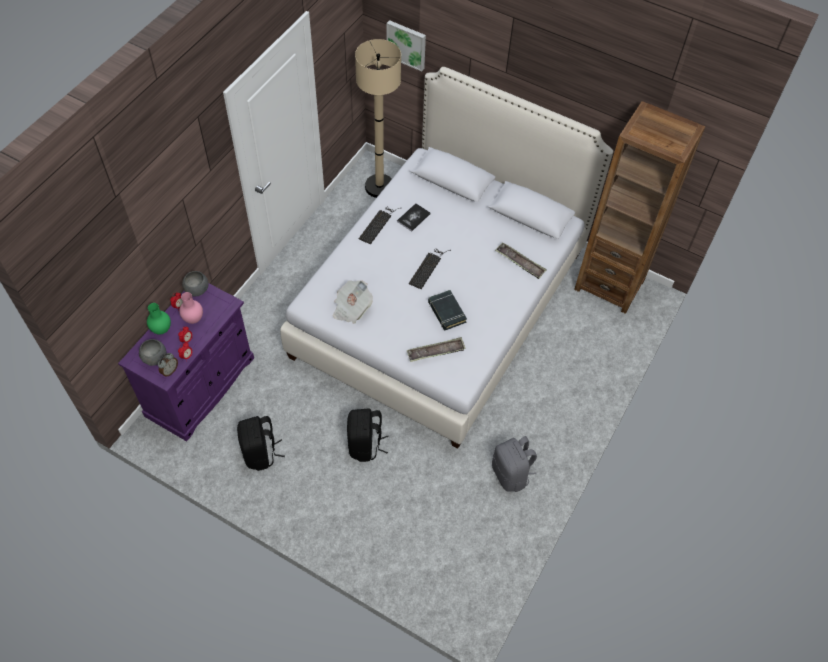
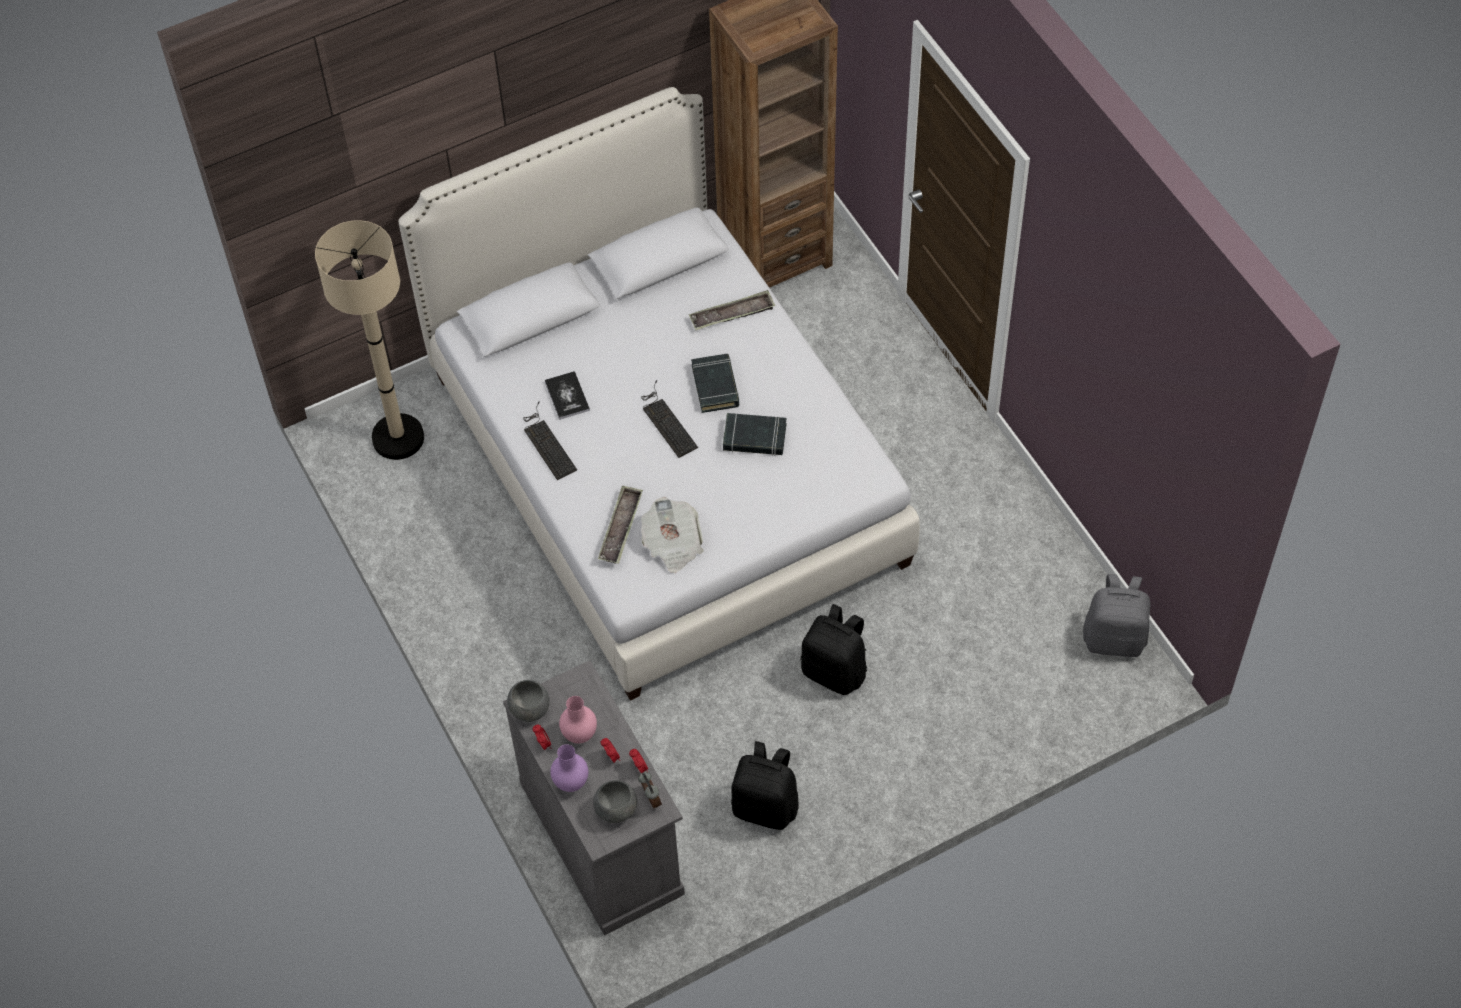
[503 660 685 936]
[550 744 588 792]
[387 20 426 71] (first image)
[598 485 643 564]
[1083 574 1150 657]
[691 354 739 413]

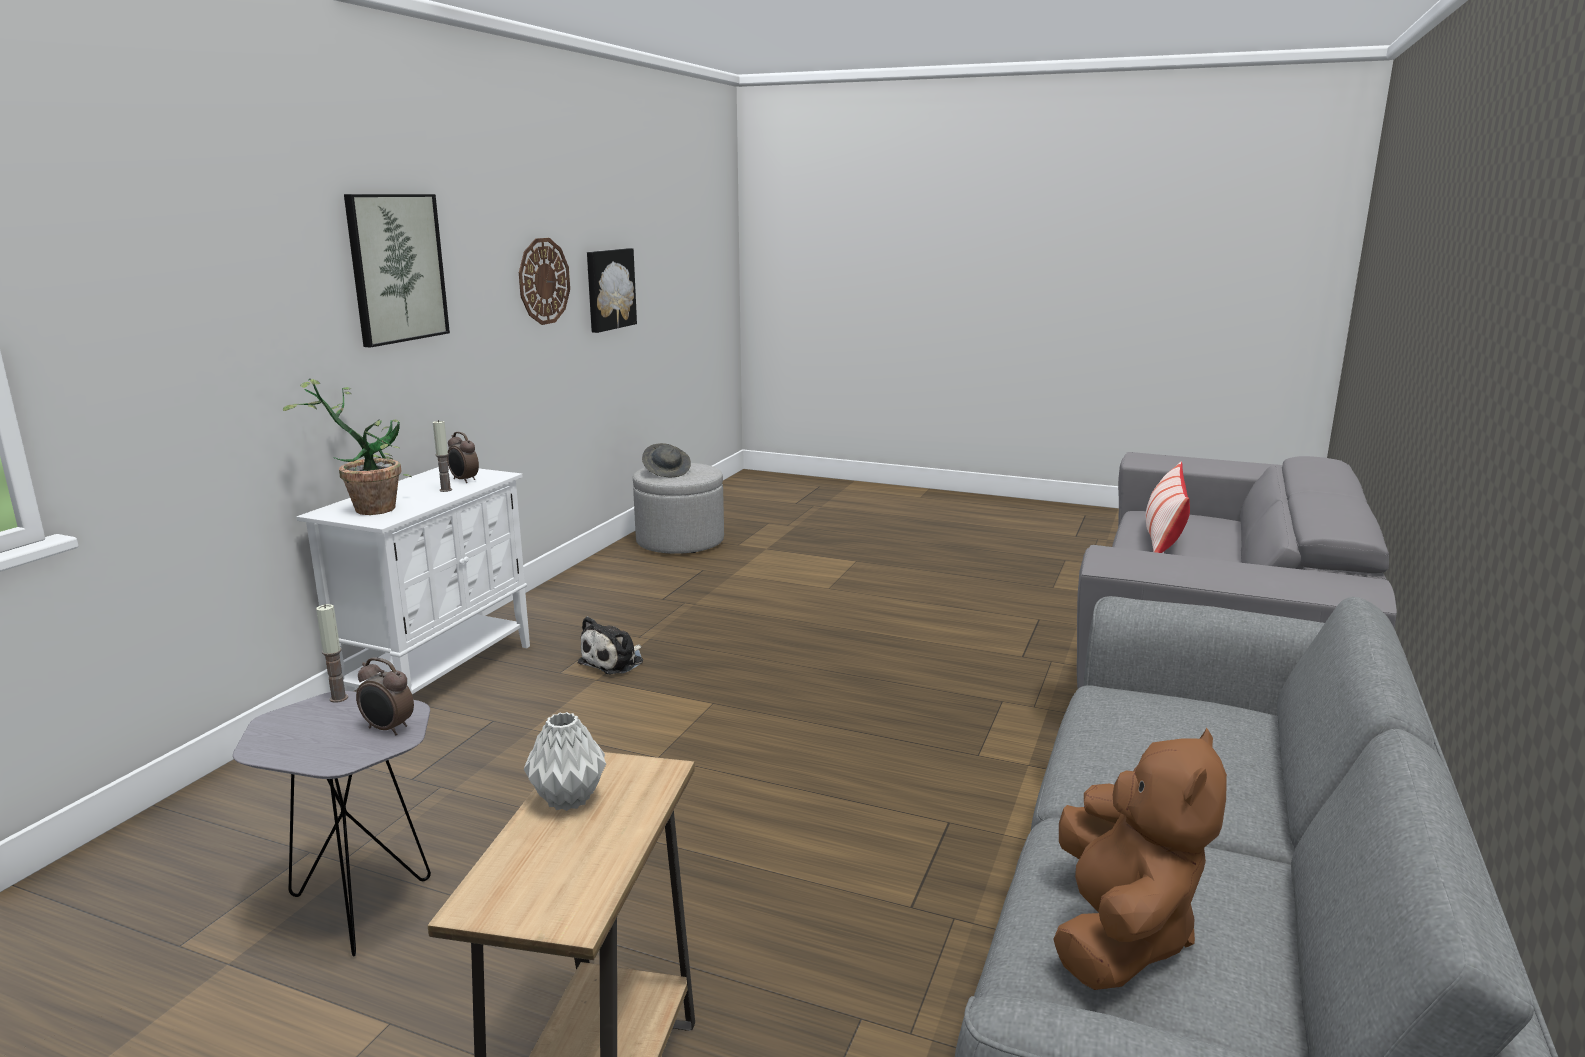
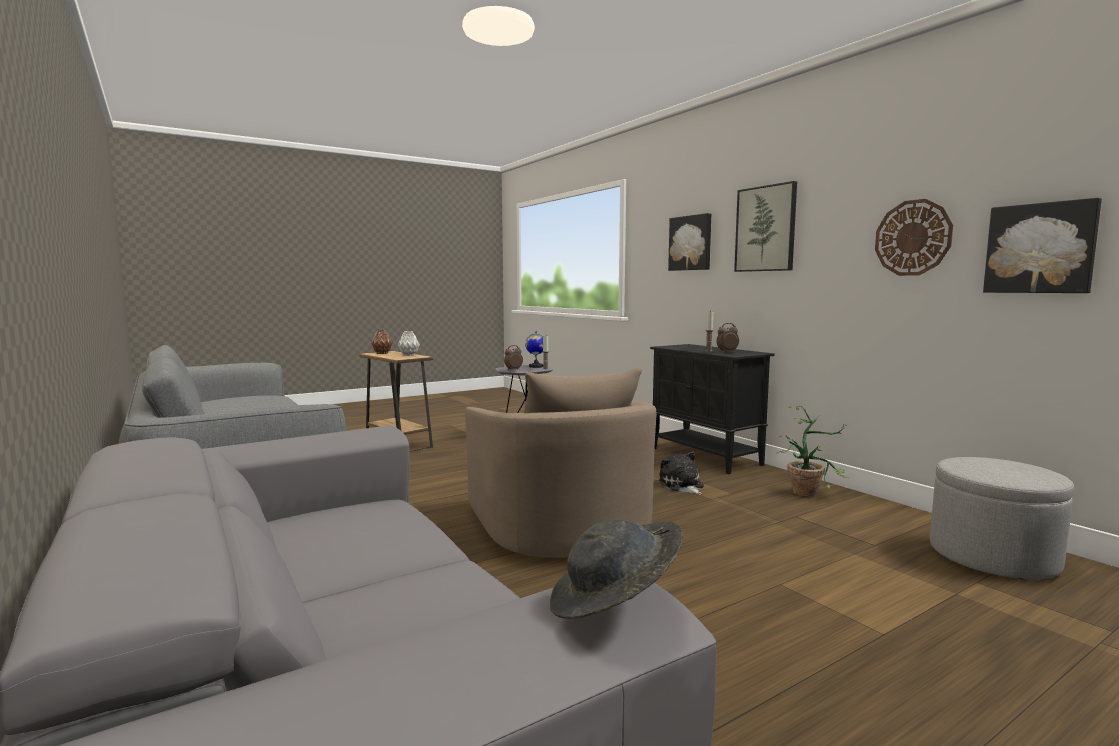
[776 406 851 497]
[650 344 775 474]
[550 520 683 619]
[1053 727 1227 990] (first image)
[1145 462 1190 553] (first image)
[371 330 393 354]
[465 368 657 558]
[525 330 543 368]
[668 213 711 271]

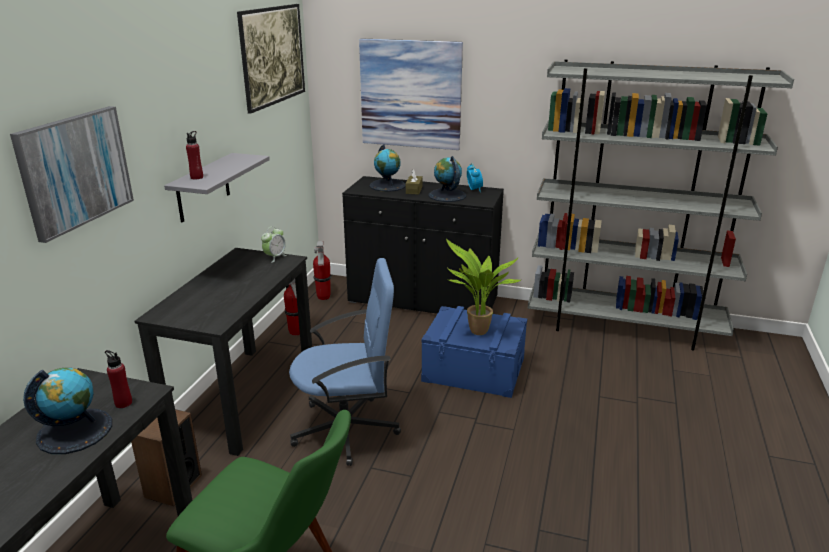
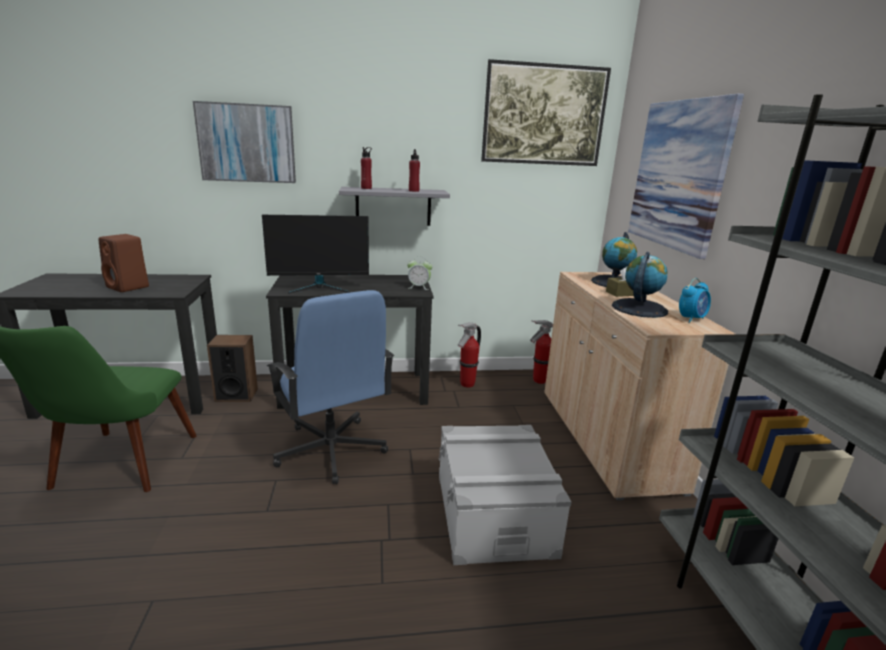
[98 234 149 292]
[409 149 420 192]
[544 272 735 500]
[439 425 571 565]
[446 239 521 335] (first image)
[262 215 369 294]

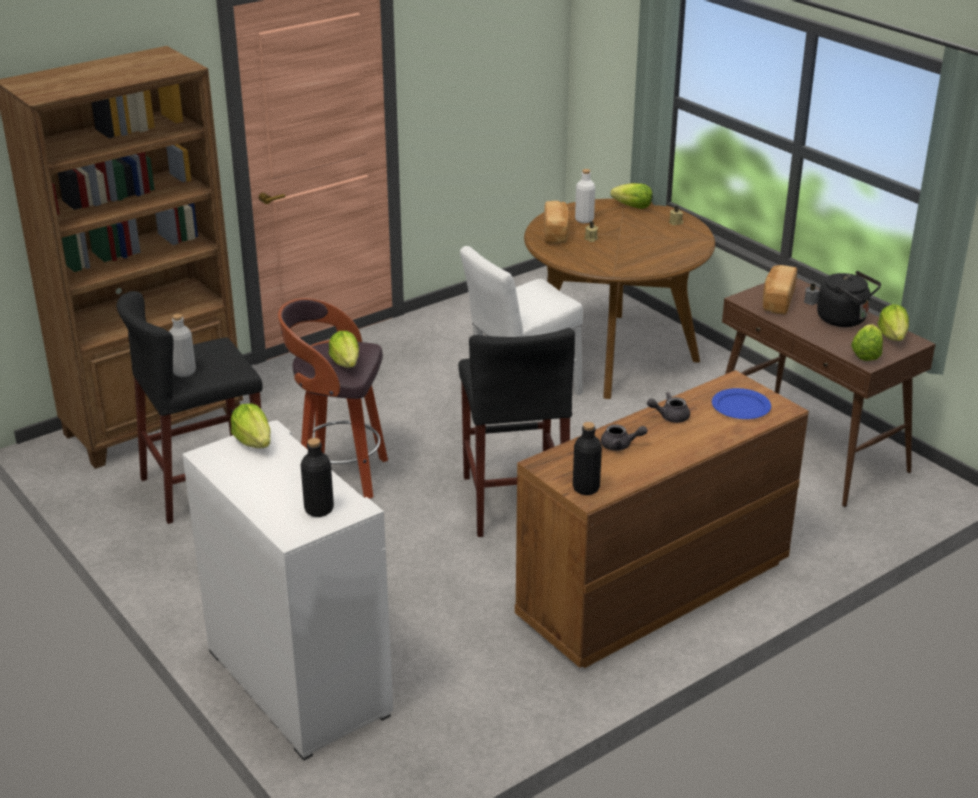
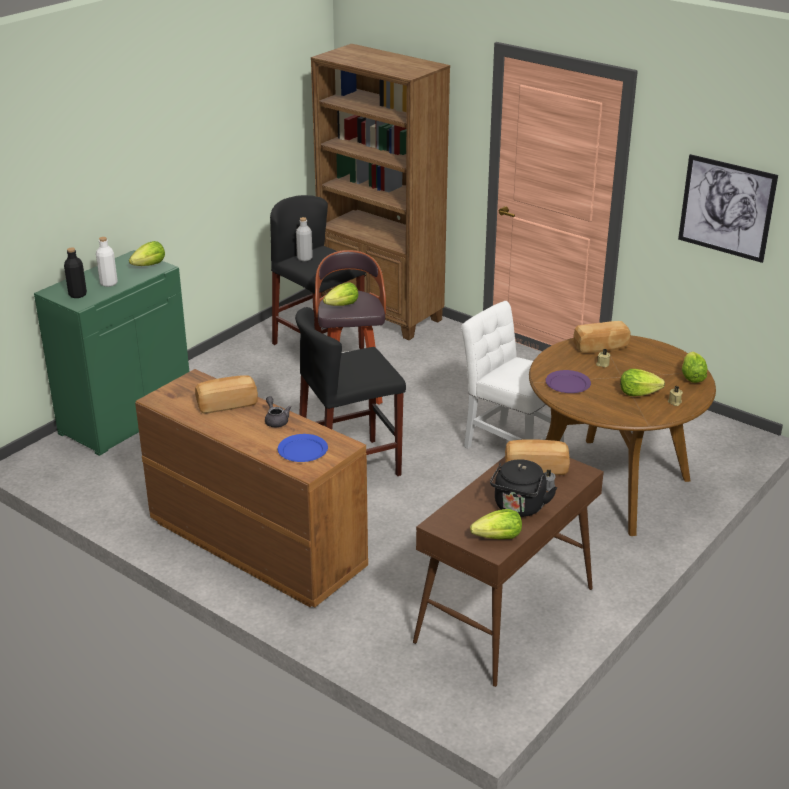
[34 250 189 456]
[573 422 602 495] (first image)
[96 237 118 287]
[195 375 258 414]
[620 369 665 396]
[546 370 591 393]
[678 154 778 263]

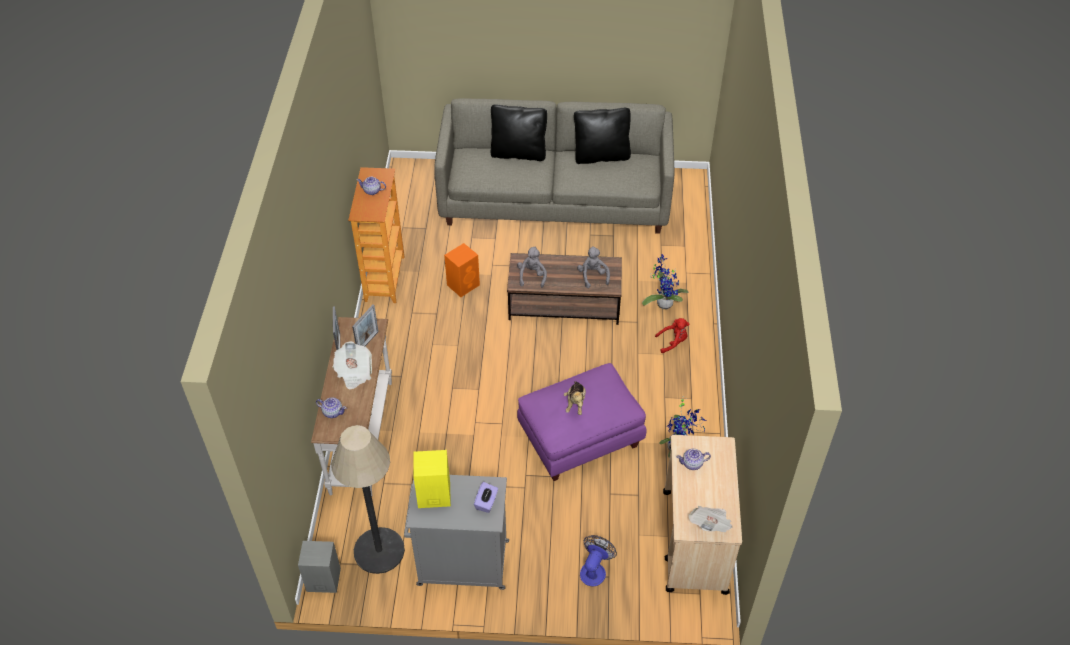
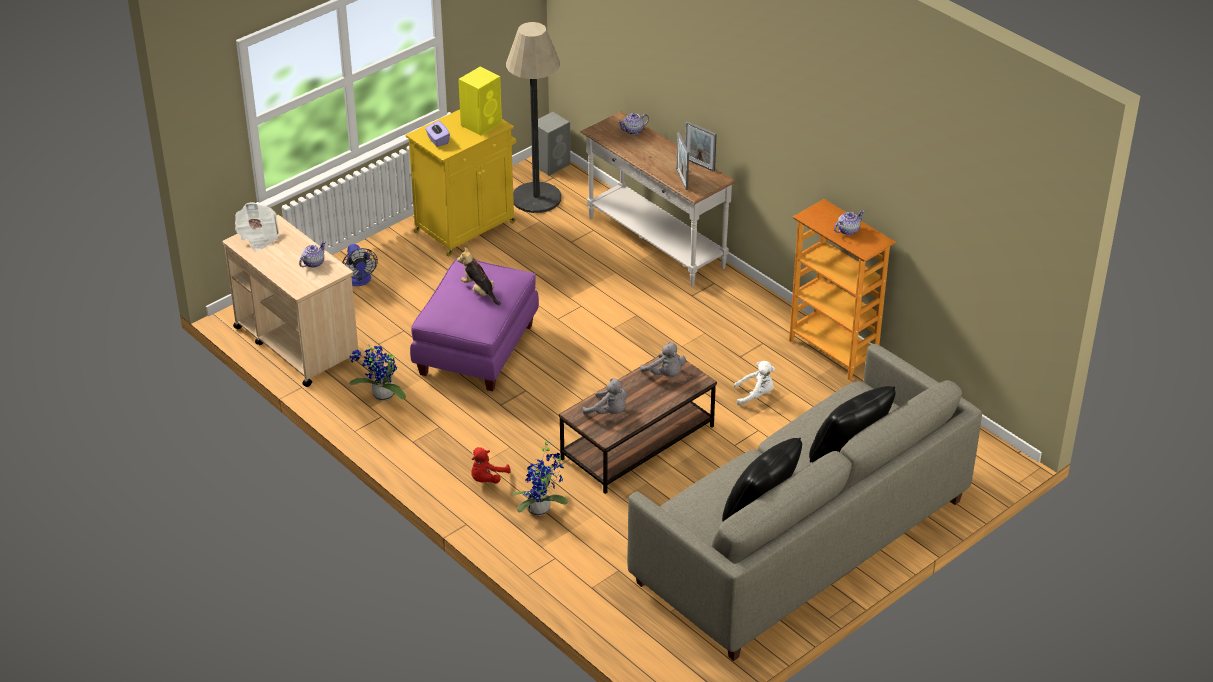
[333 341 372 390] (first image)
[406 109 516 257]
[734 361 775 406]

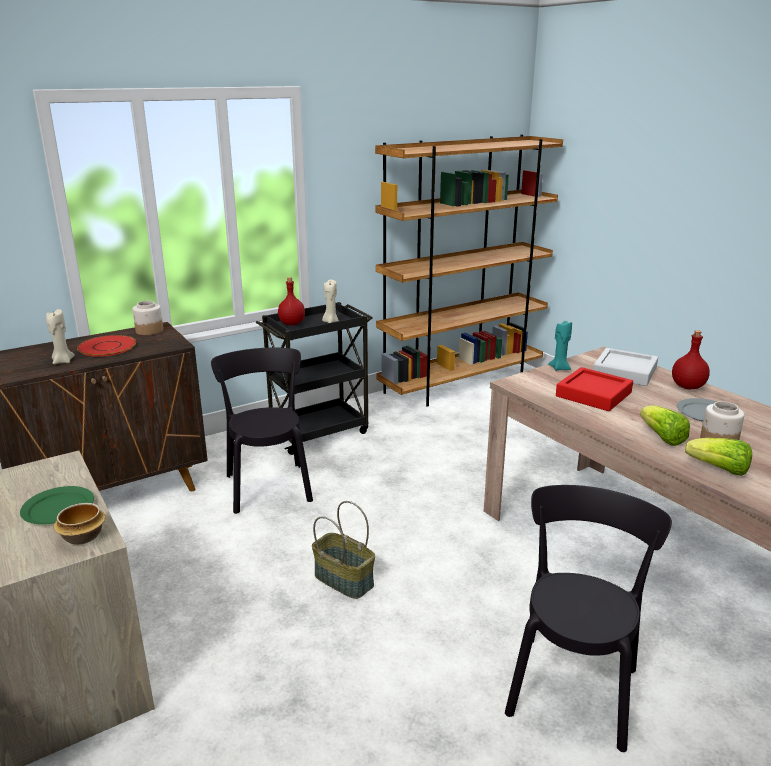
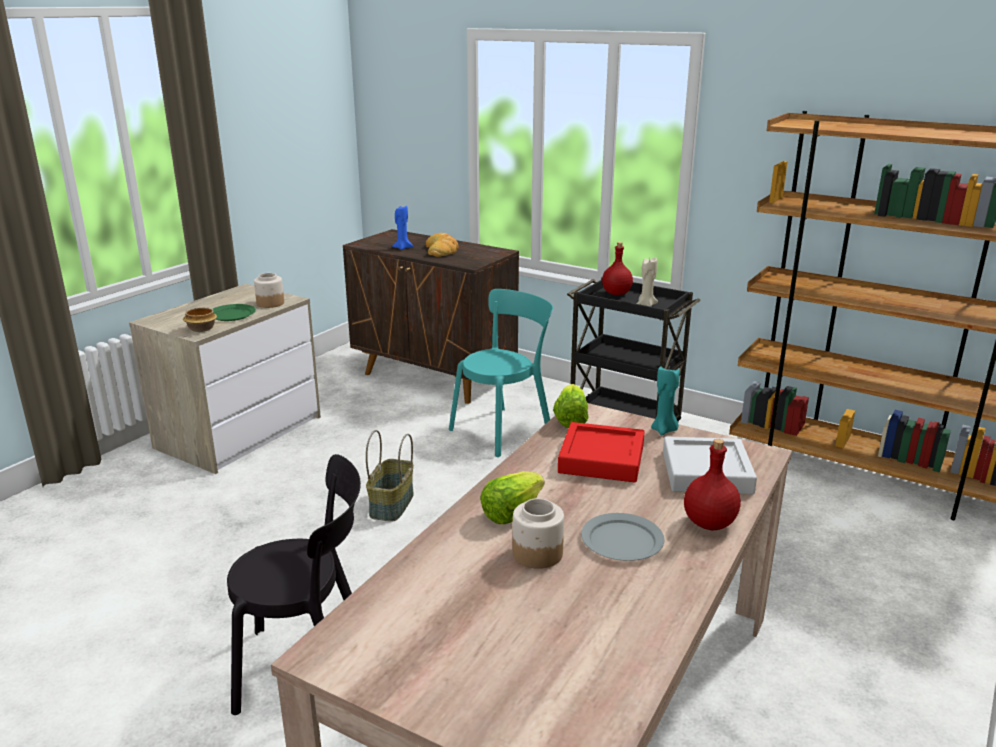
[392 206 413 250]
[426 233 458 257]
[254 273 284 308]
[449 289 553 457]
[553 384 589 428]

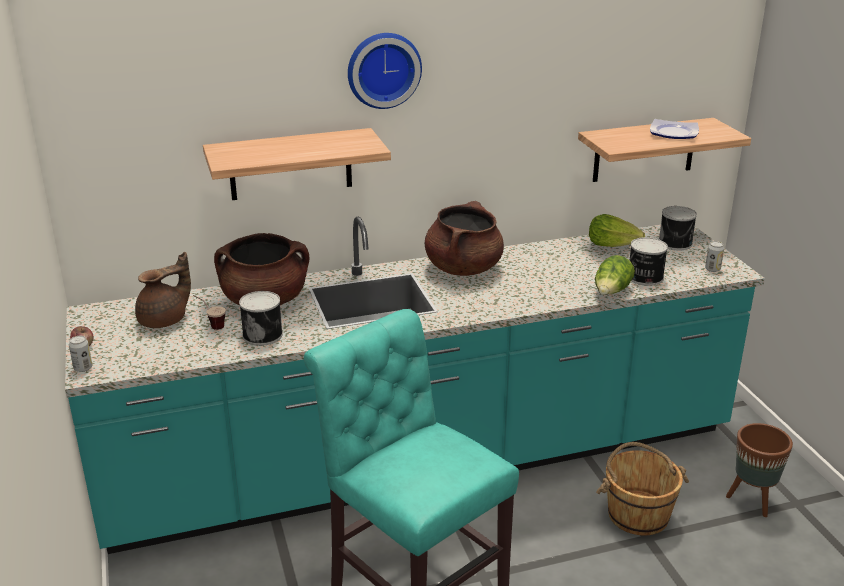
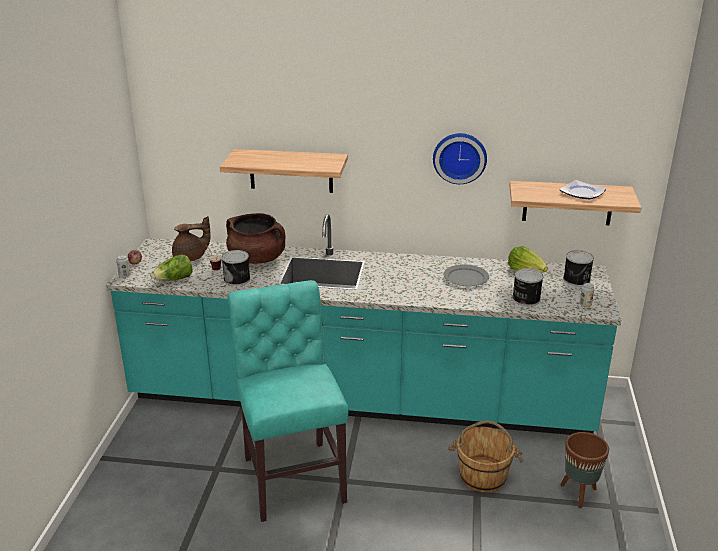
[433 133 487 184]
[425 201 504 276] (first image)
[151 254 193 280]
[444 264 489 286]

